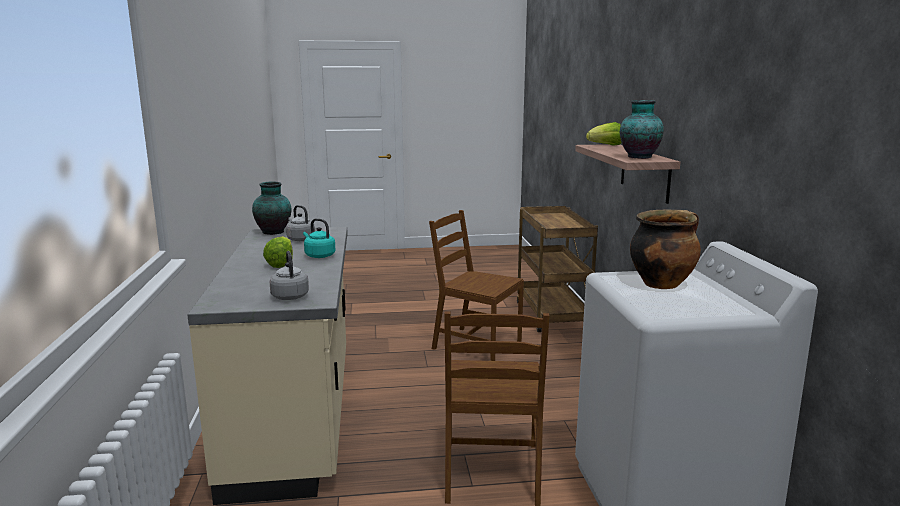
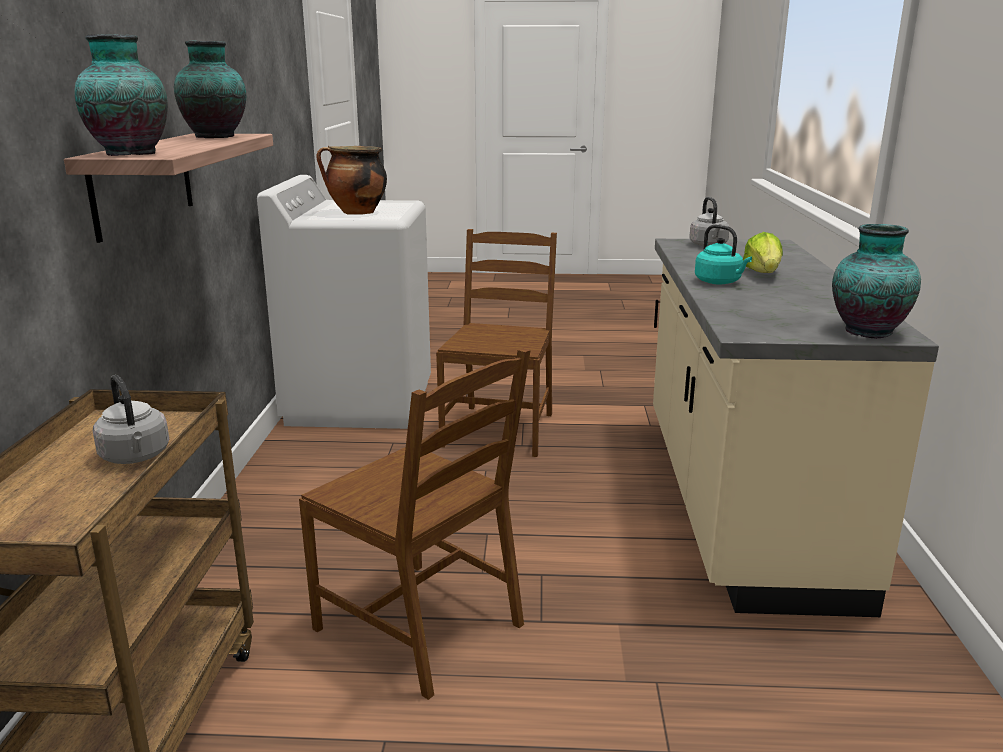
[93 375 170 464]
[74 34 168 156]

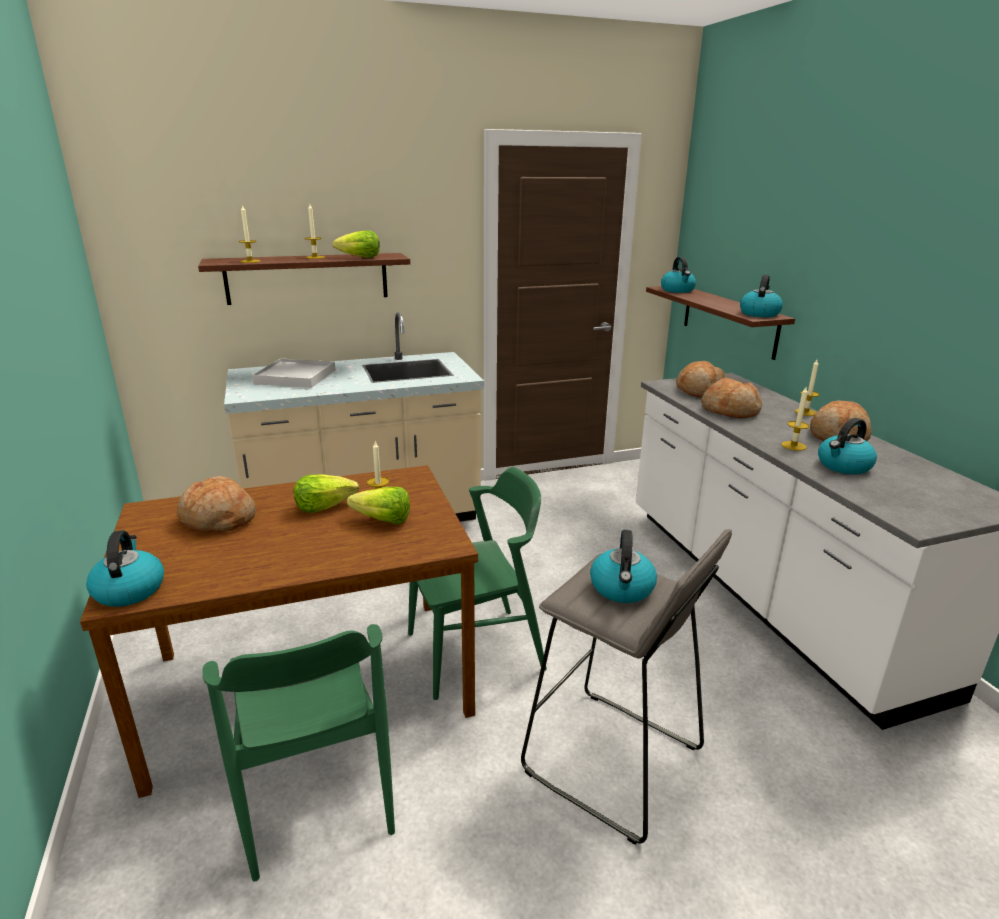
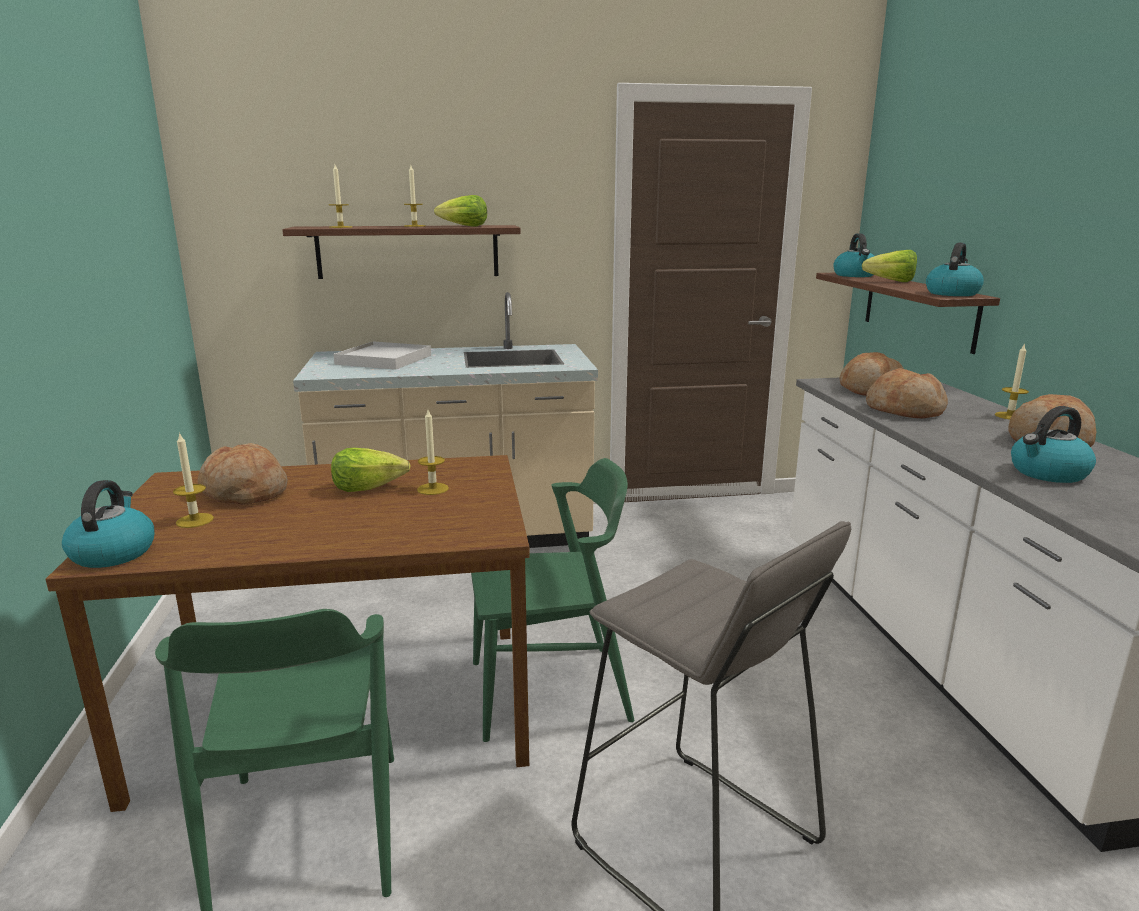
[862 250 917 282]
[590 530 657 603] (first image)
[173 432 214 528]

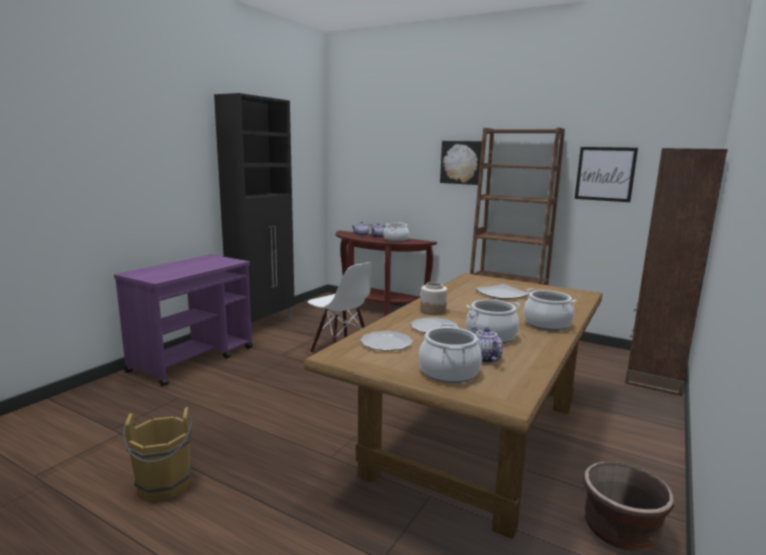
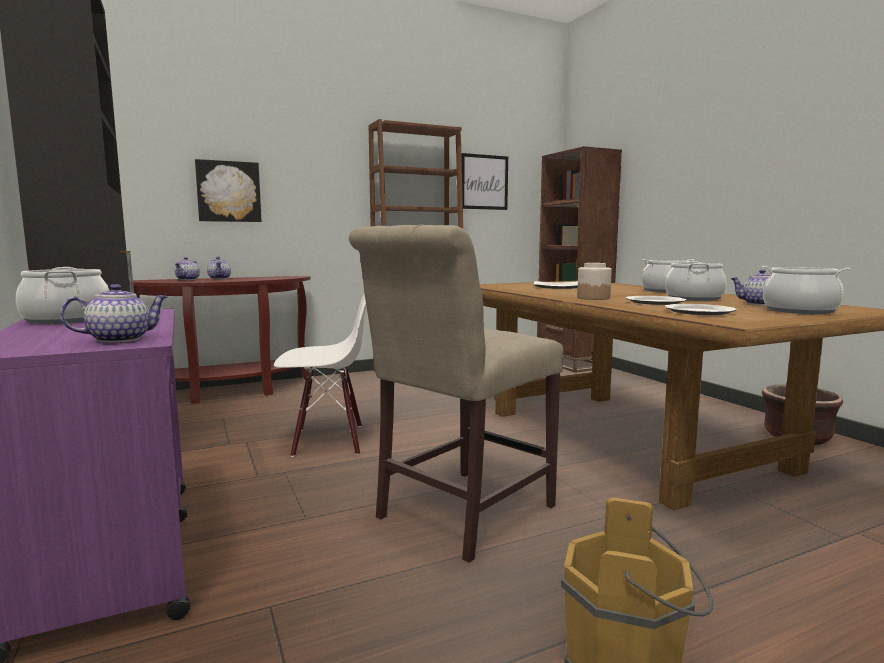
[16 267 110 324]
[195 159 261 222]
[60 284 168 343]
[349 225 563 563]

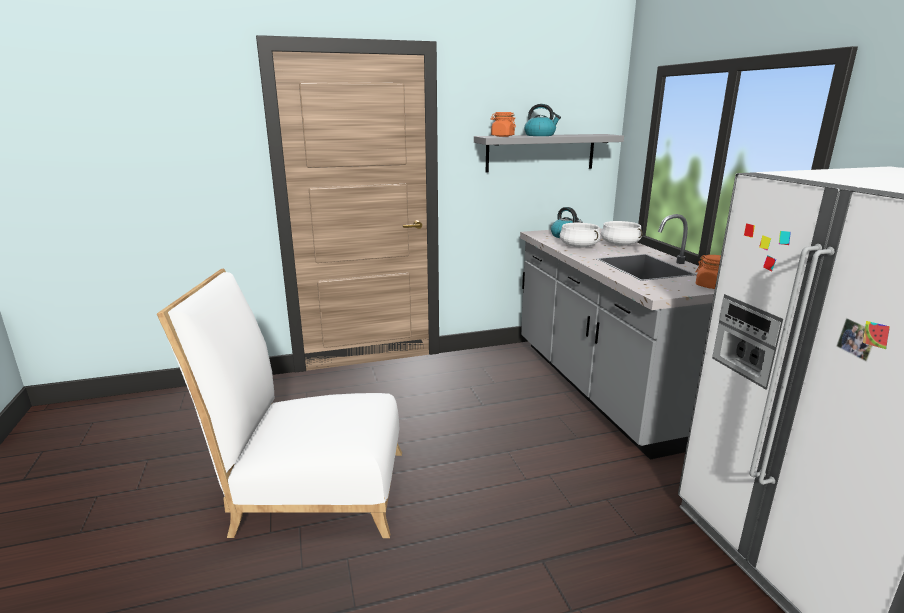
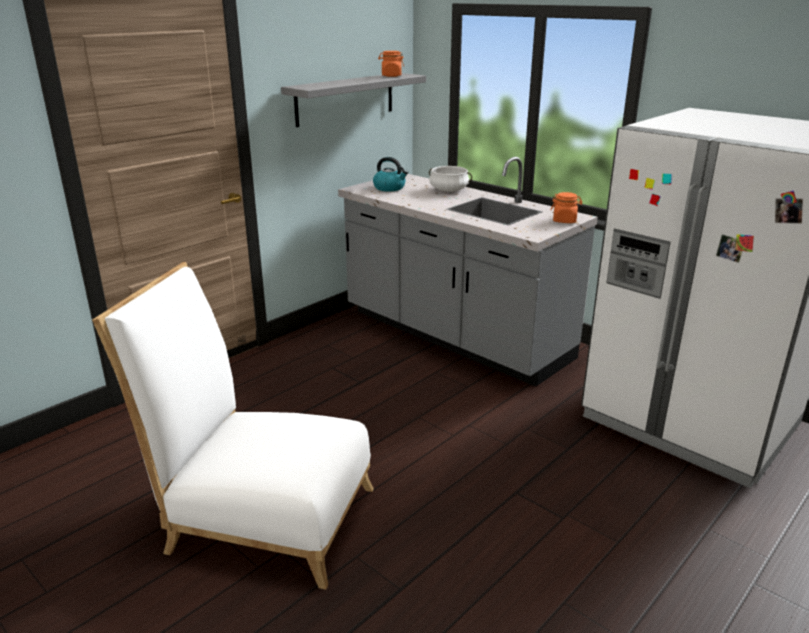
[92 262 374 590]
[378 51 404 77]
[524 104 561 136] (first image)
[560 223 600 247] (first image)

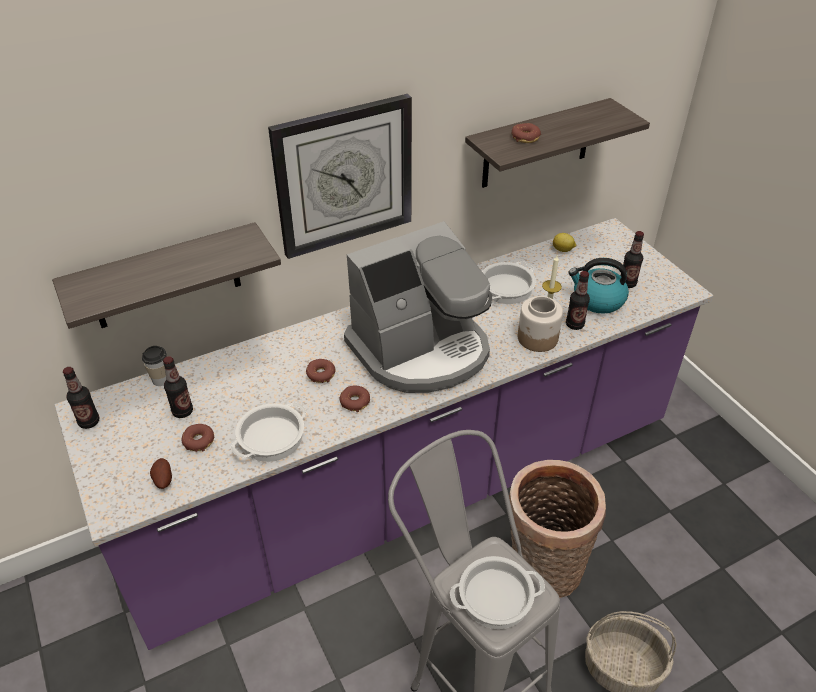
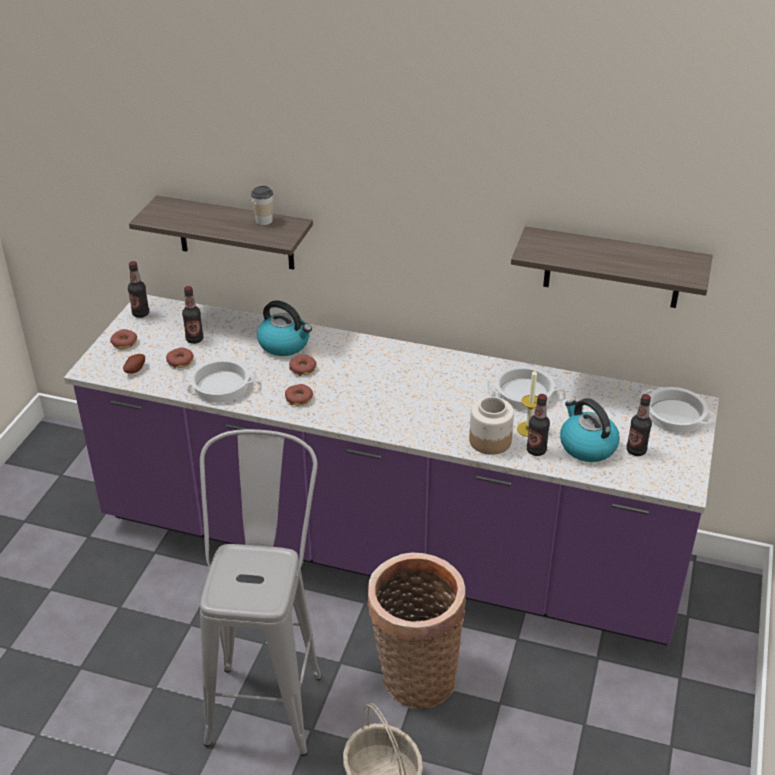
[251 186 273 225]
[268 94 412 259] (first image)
[344 221 492 393] (first image)
[640 387 716 433]
[110 329 137 349]
[553 233 576 252] (first image)
[257 300 312 356]

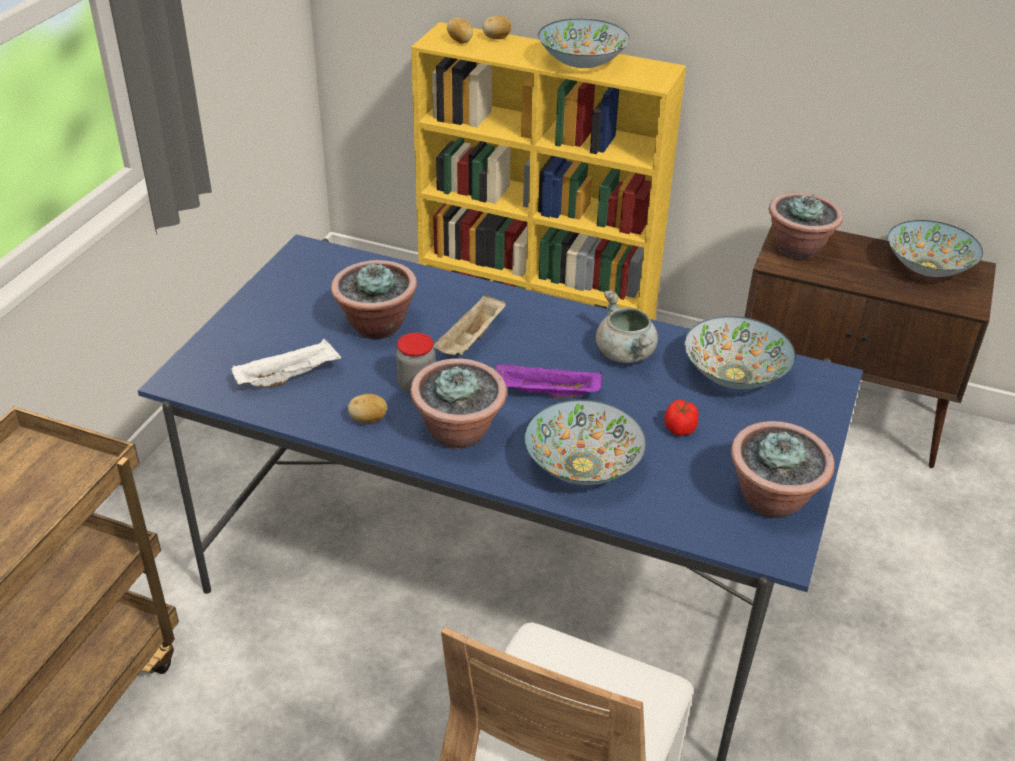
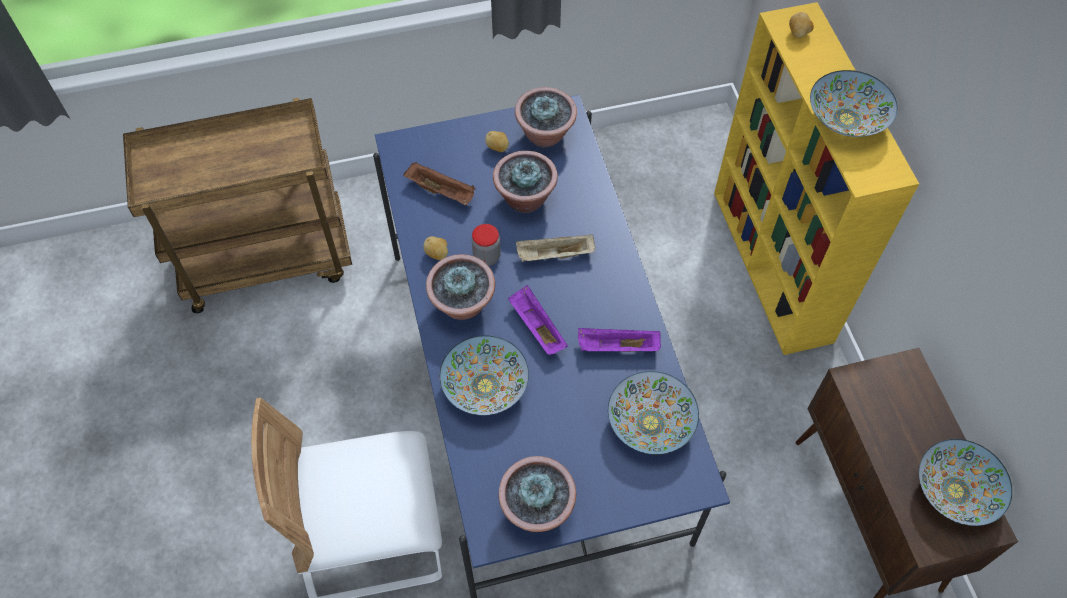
[404 162 475 205]
[485 131 509 152]
[578 328 661 352]
[664 400 698 436] (first image)
[515 87 577 147]

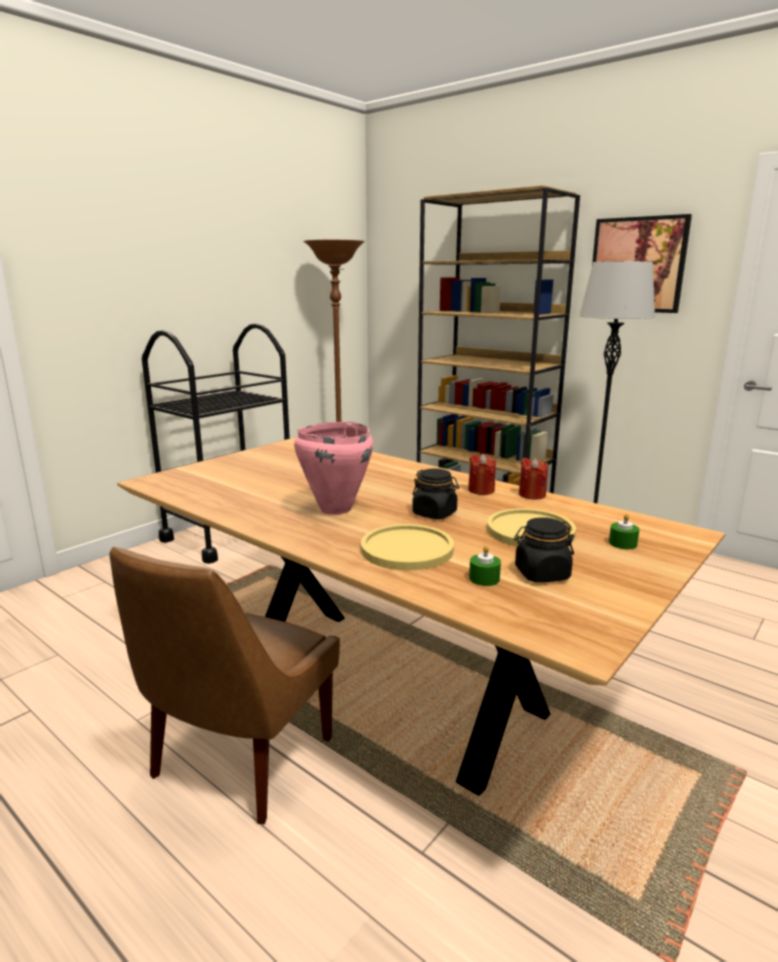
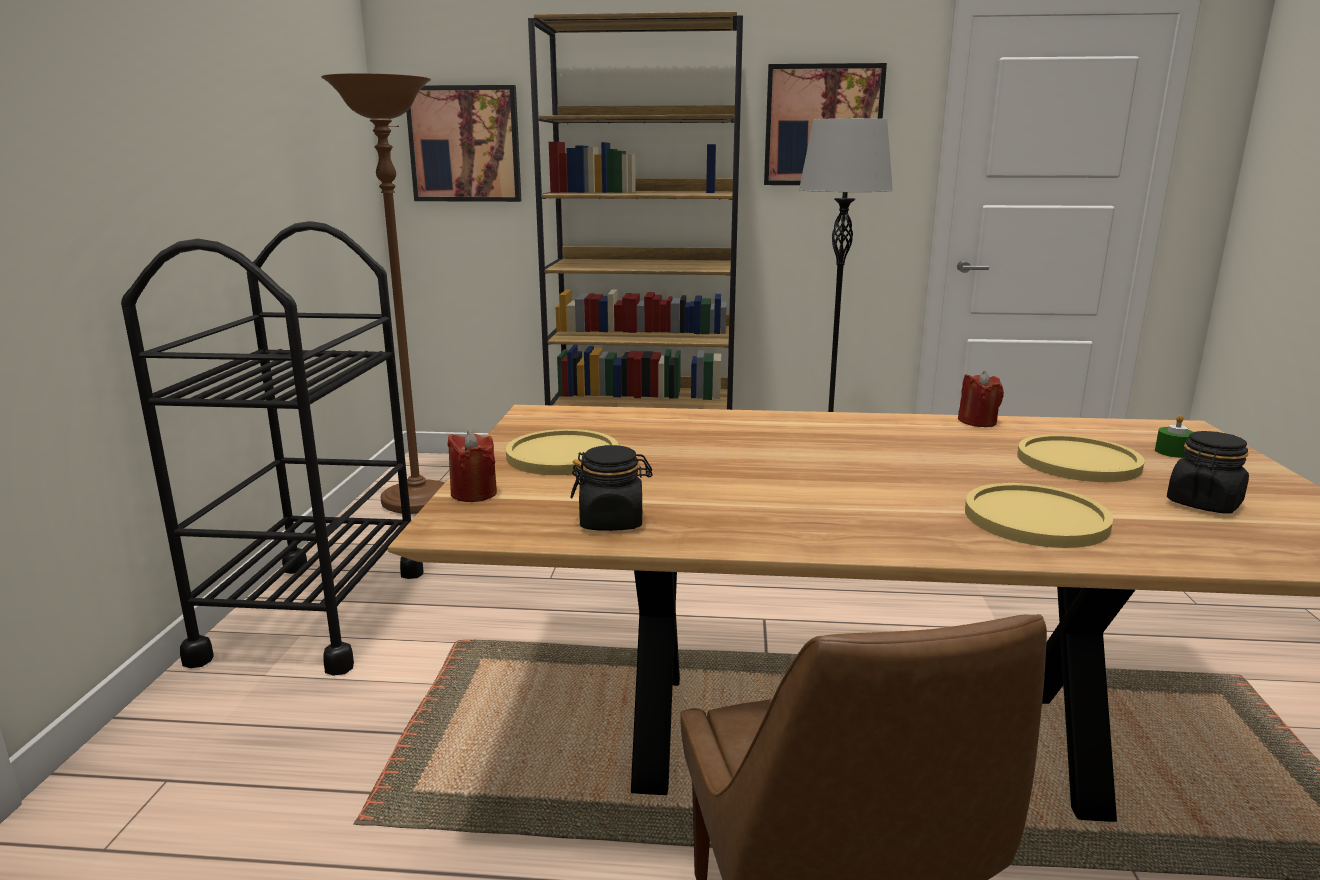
[294 422 373 515] (first image)
[570 445 653 531]
[447 431 497 502]
[469 545 501 586] (first image)
[406 85 521 202]
[506 429 618 475]

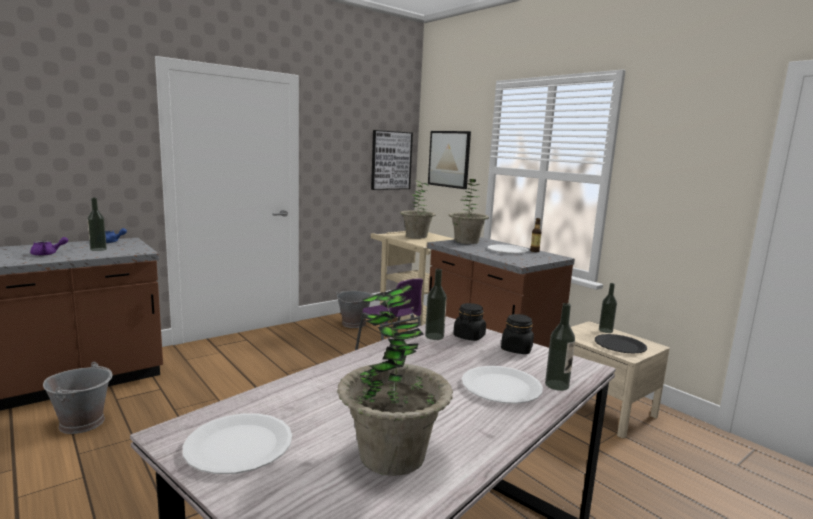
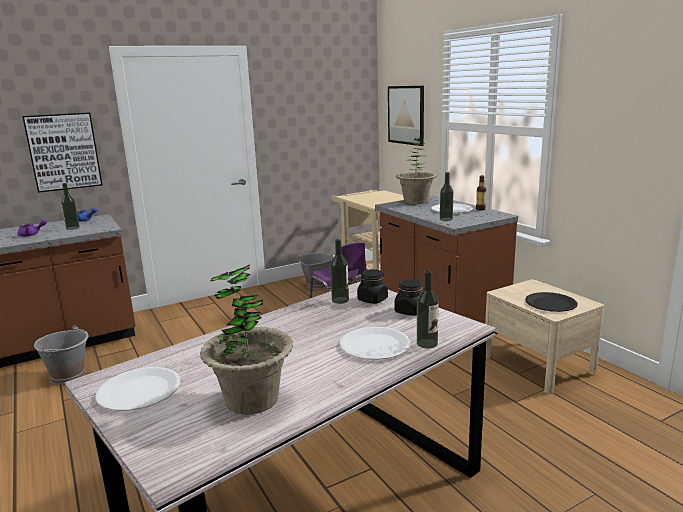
[22 112 103 193]
[400 180 436 239] (first image)
[440 172 454 221]

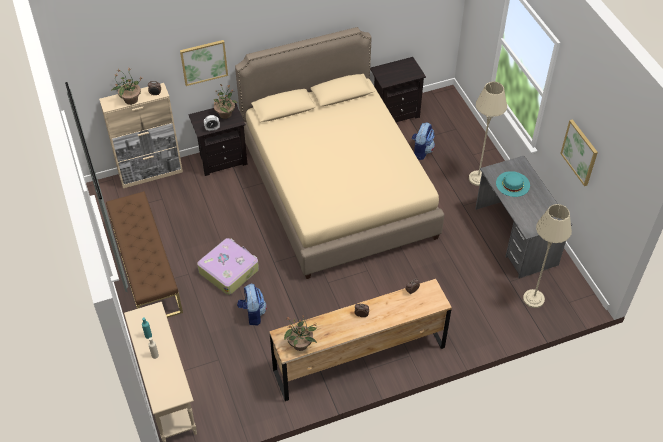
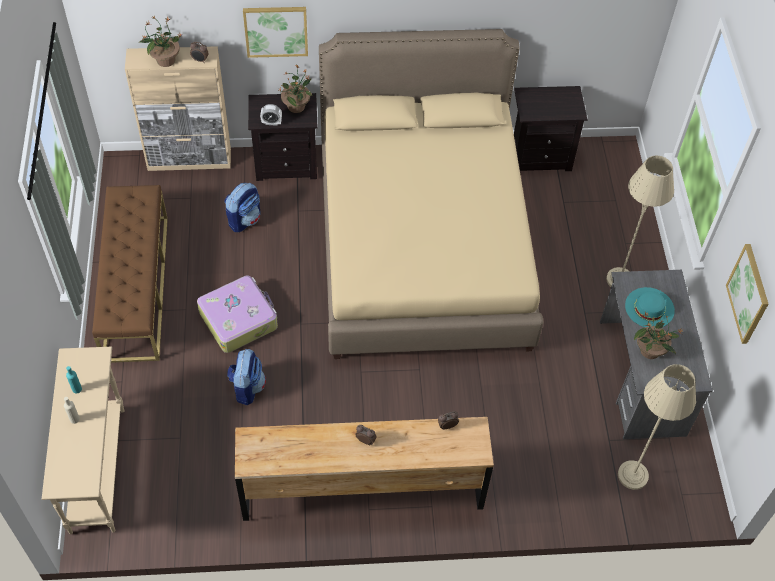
[634 312 684 359]
[224 183 260 232]

